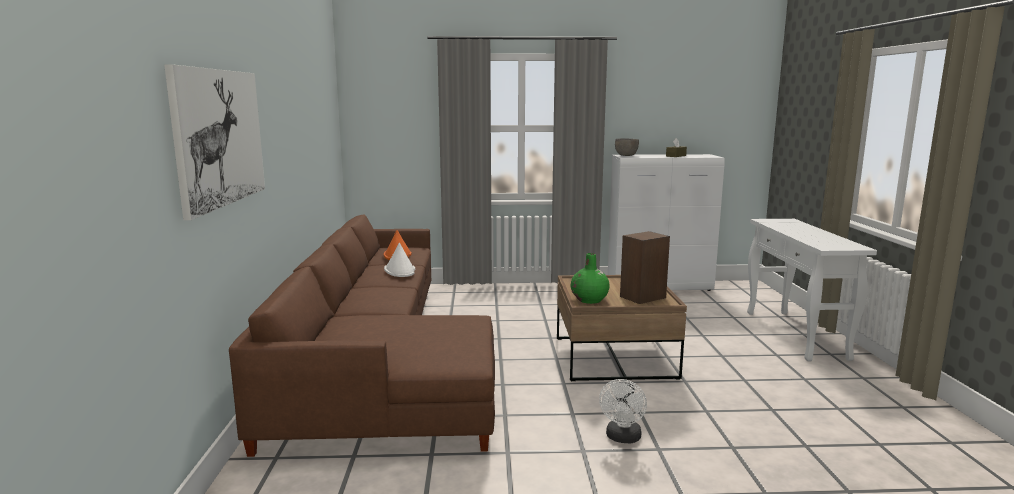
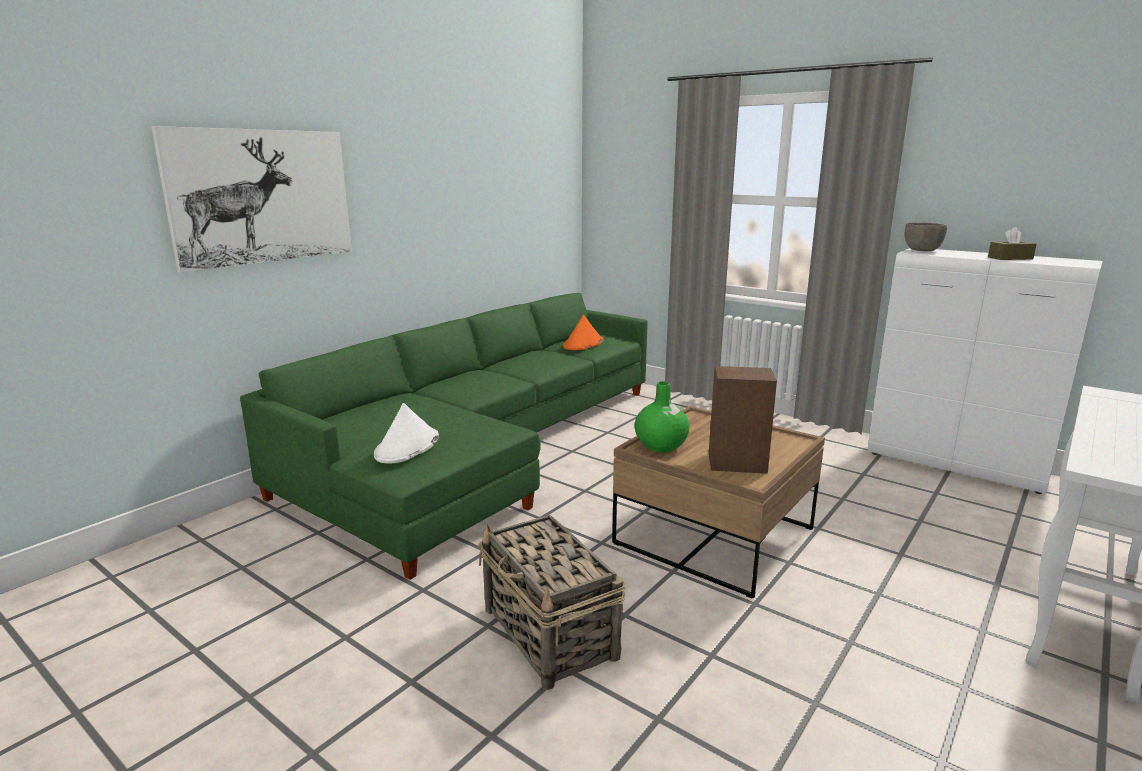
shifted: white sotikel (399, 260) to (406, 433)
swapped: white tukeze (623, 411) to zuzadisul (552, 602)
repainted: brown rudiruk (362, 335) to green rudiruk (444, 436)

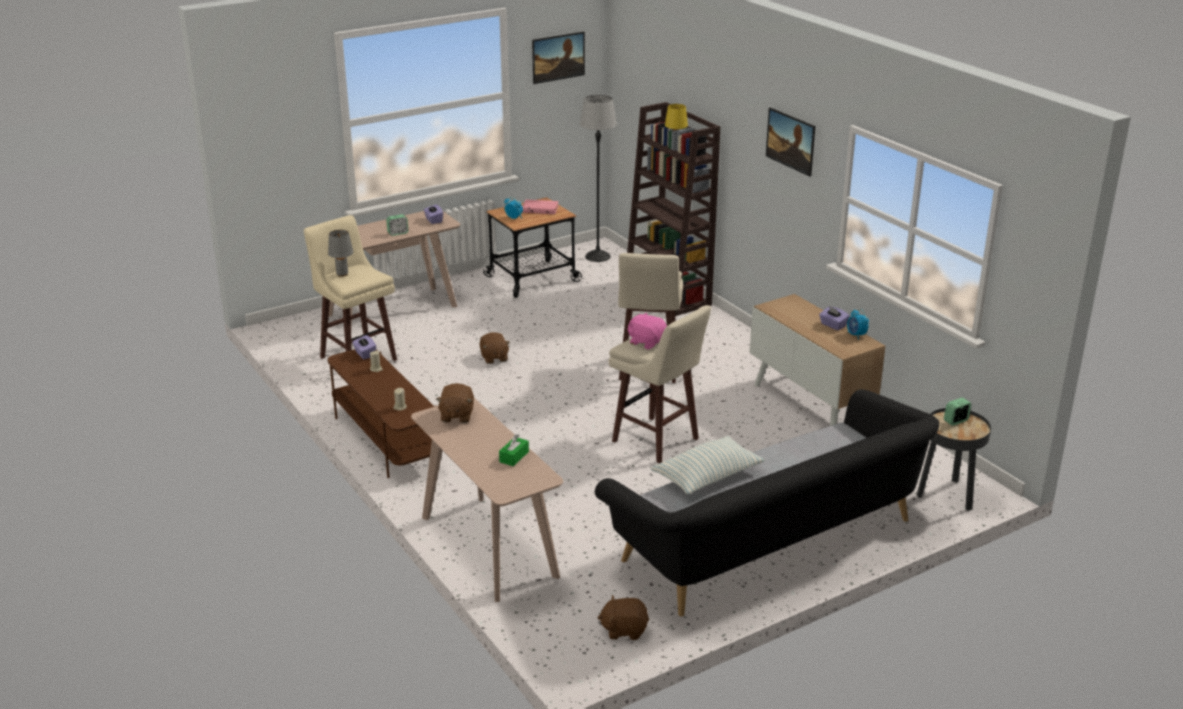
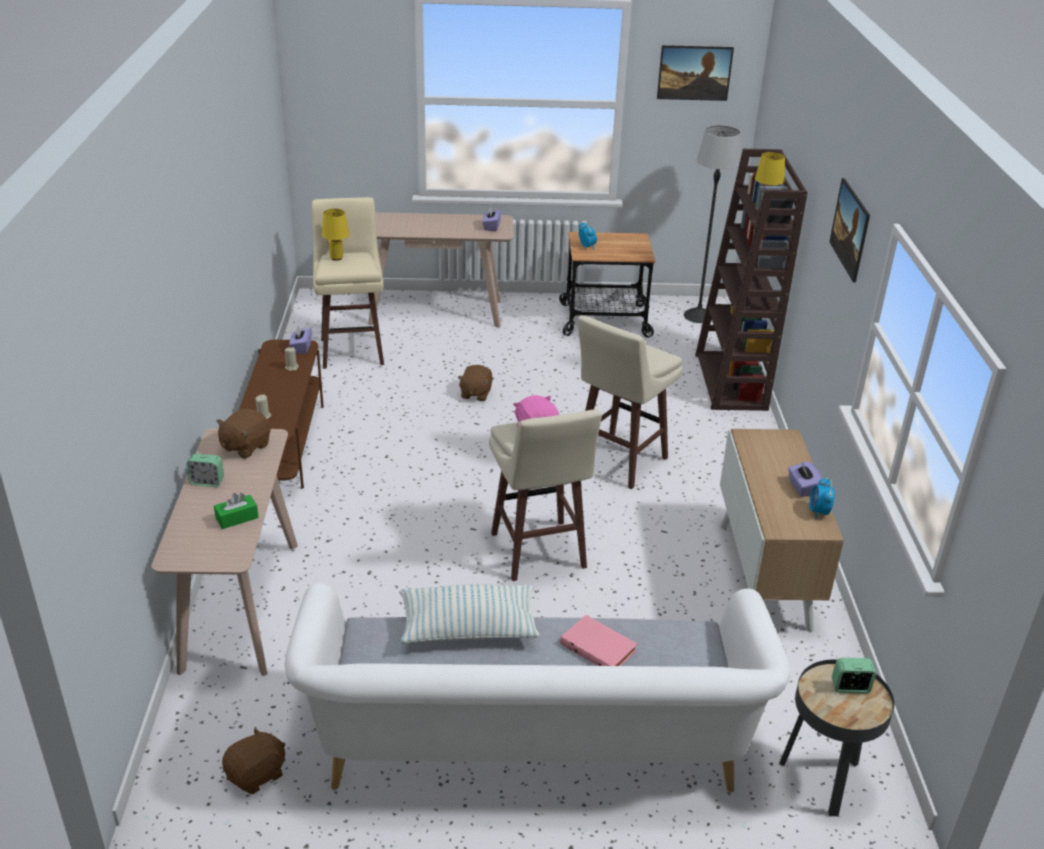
shifted: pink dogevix (540, 206) to (598, 640); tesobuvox (397, 225) to (205, 470)
repainted: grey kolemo (340, 253) to yellow kolemo (335, 235); black rudiruk (767, 503) to white rudiruk (537, 688)
rotated: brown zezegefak (623, 617) = (253, 760) 105 degrees clockwise

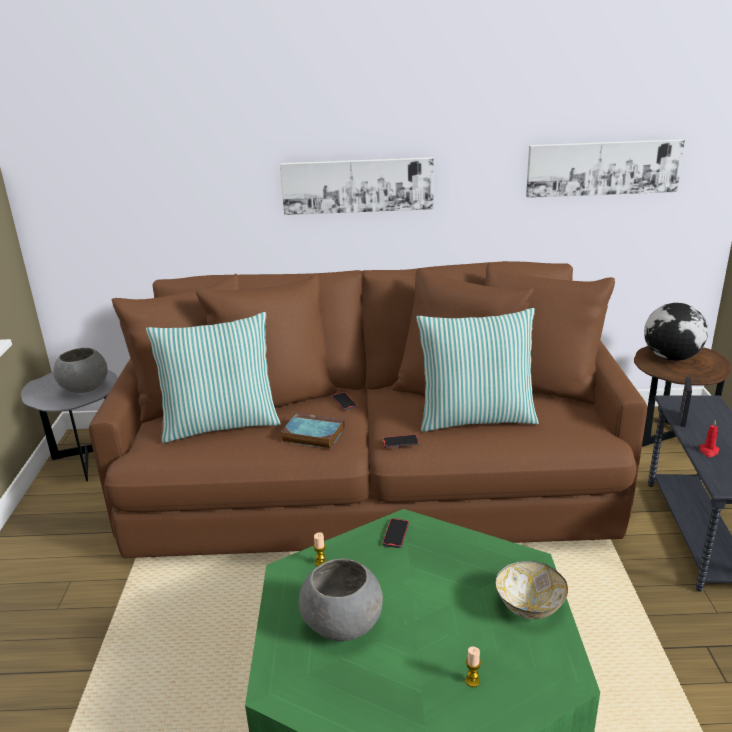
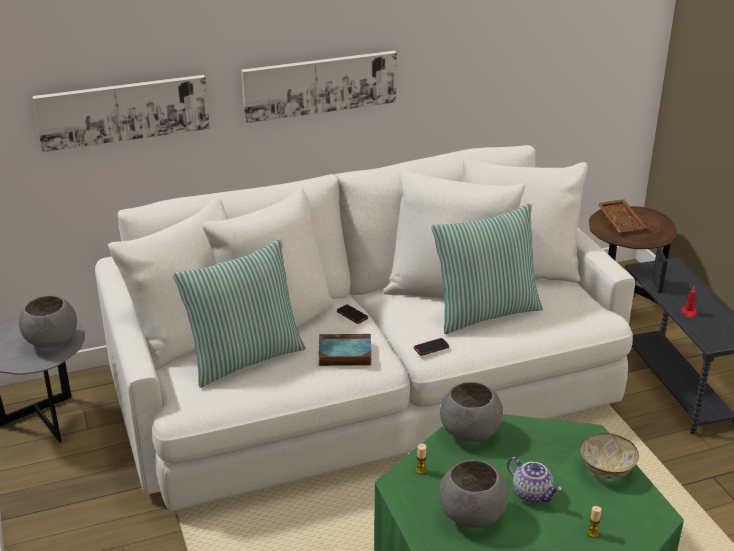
new: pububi (534, 480)
shifted: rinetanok (605, 168) to (121, 113)
swapped: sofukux (676, 332) to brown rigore (622, 216); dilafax (395, 533) to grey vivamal (471, 412)
repainted: brown rudiruk (368, 409) to white rudiruk (365, 328)

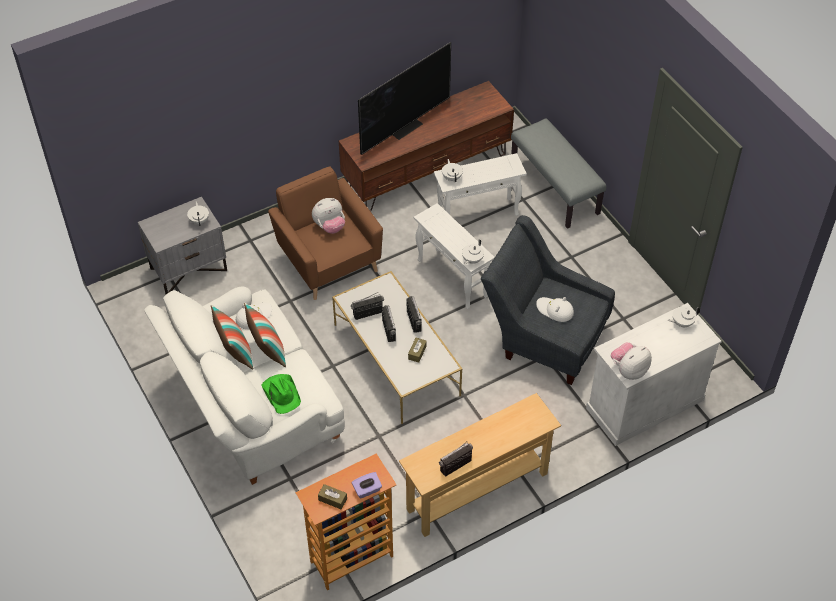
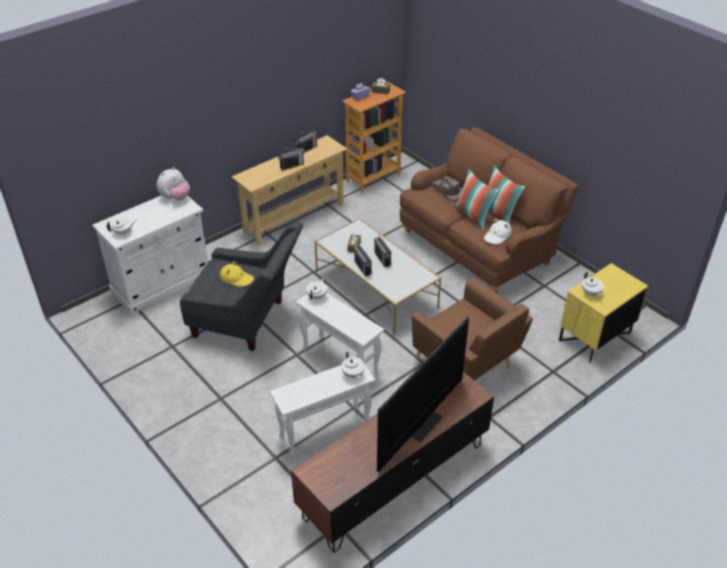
gone: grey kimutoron (559, 173); zezegefak (328, 216)
shifted: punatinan (367, 306) to (291, 158)
repainted: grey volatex (182, 245) to yellow volatex (603, 313); white rudiruk (244, 385) to brown rudiruk (489, 210); white sotikel (555, 309) to yellow sotikel (237, 274); green sotikel (281, 394) to brown sotikel (447, 188)

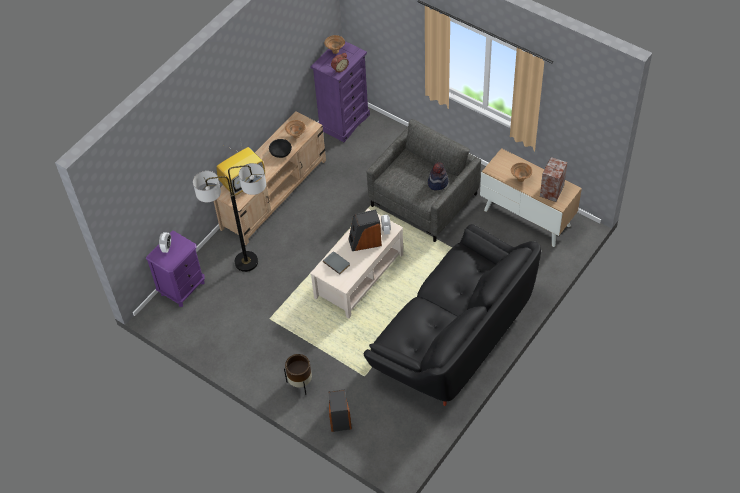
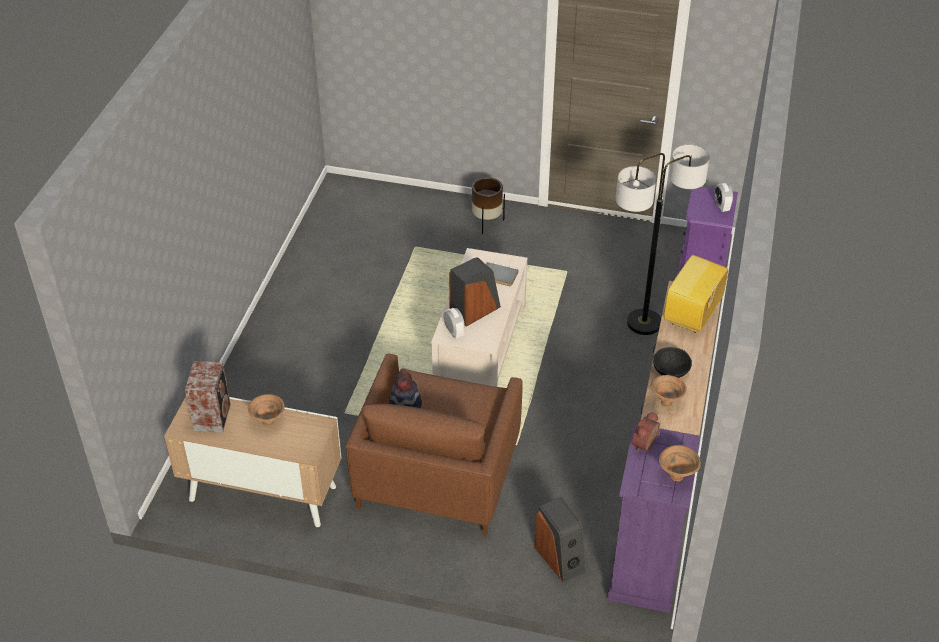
gone: black rudiruk (452, 315)
shifted: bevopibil (340, 410) to (559, 539)
repainted: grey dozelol (424, 180) to brown dozelol (434, 445)

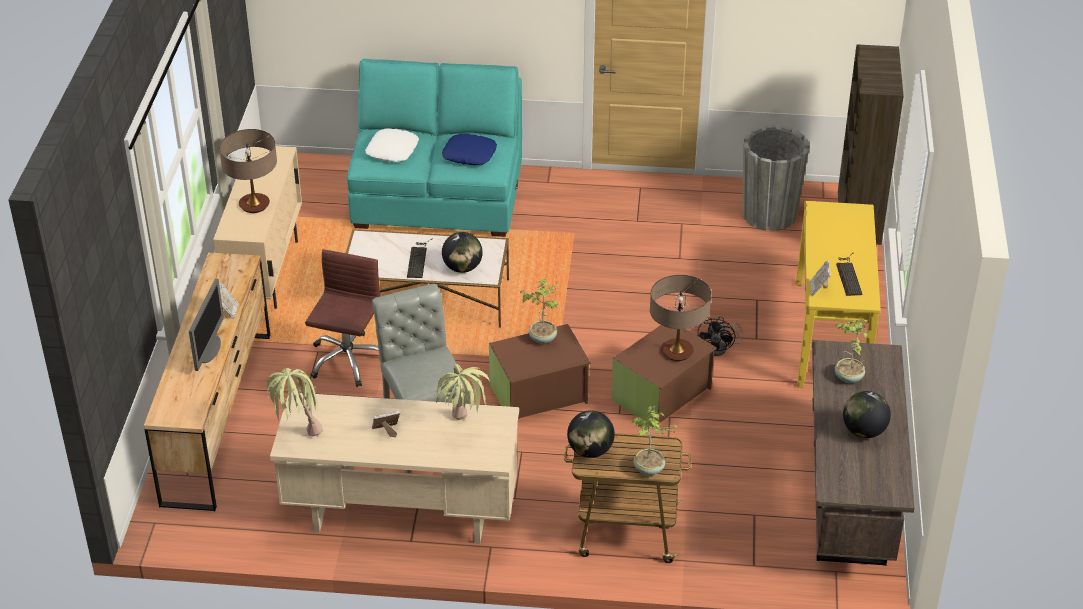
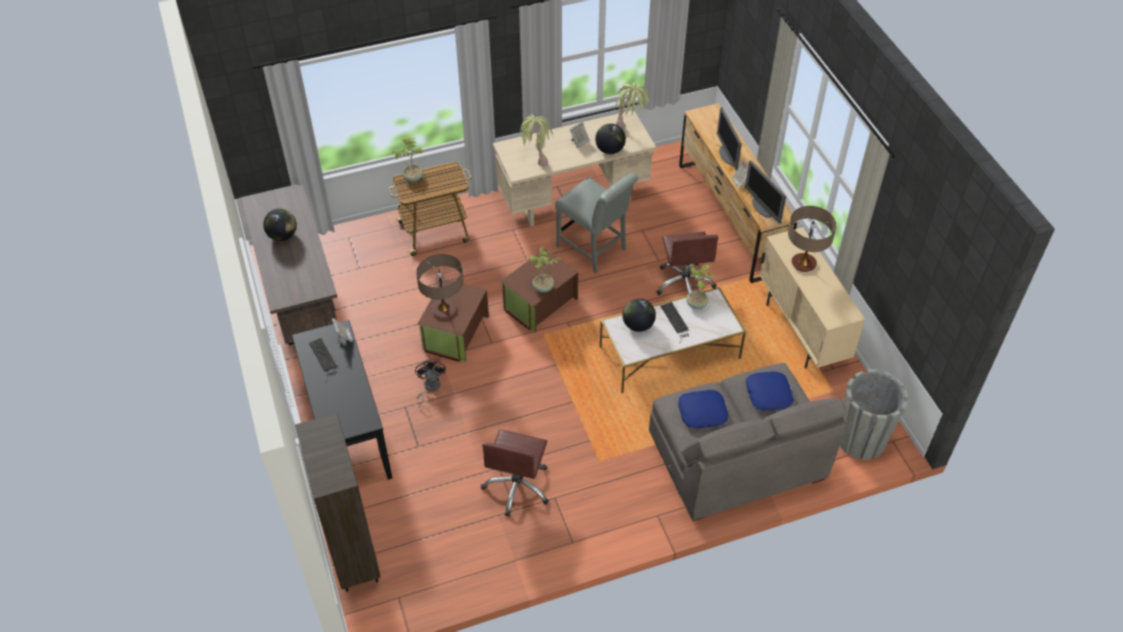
new: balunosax (765, 192); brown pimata (515, 473)
shifted: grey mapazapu (776, 178) to (874, 414); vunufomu (851, 351) to (701, 286); sofukux (591, 434) to (610, 139)
repainted: turquoise rudiruk (434, 148) to grey rudiruk (747, 442); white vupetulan (392, 145) to blue vupetulan (770, 391); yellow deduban (838, 294) to black deduban (342, 400)

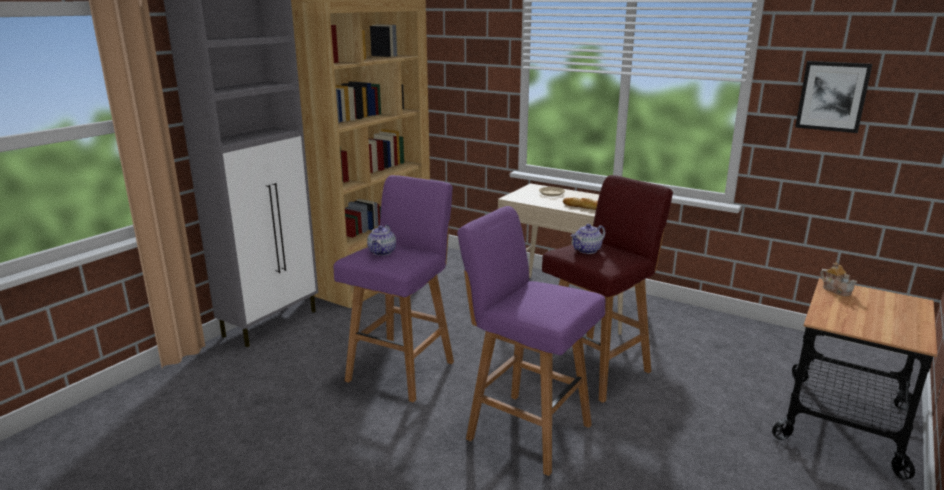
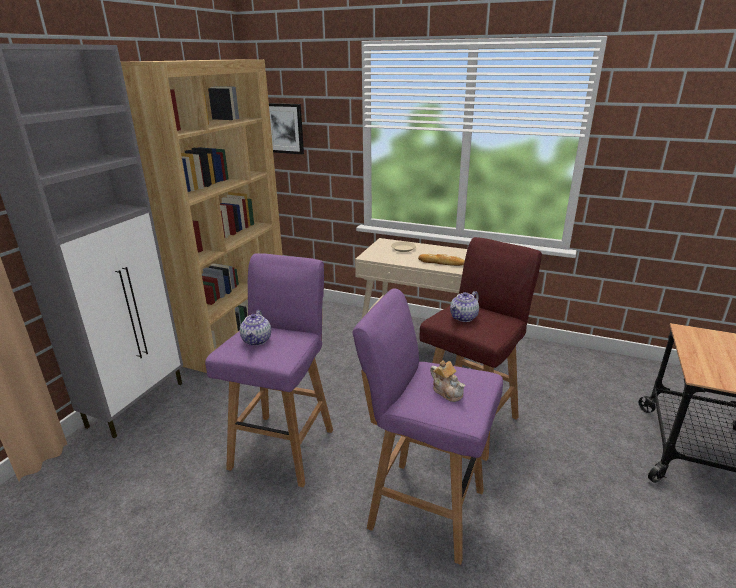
shifted: rinetanok (833, 97) to (286, 128); pububi (838, 279) to (447, 381)

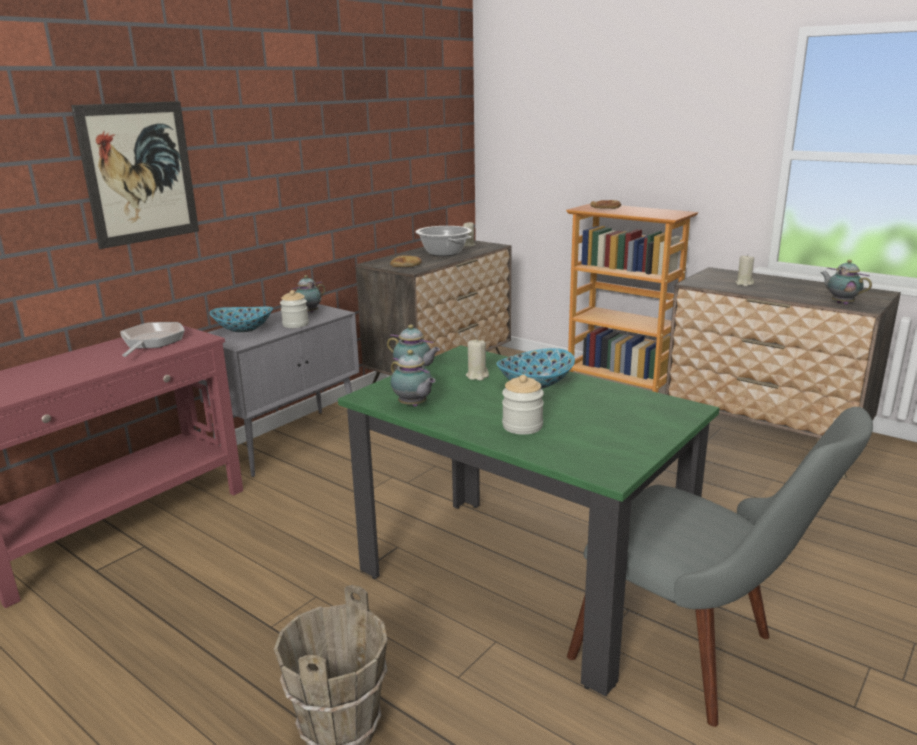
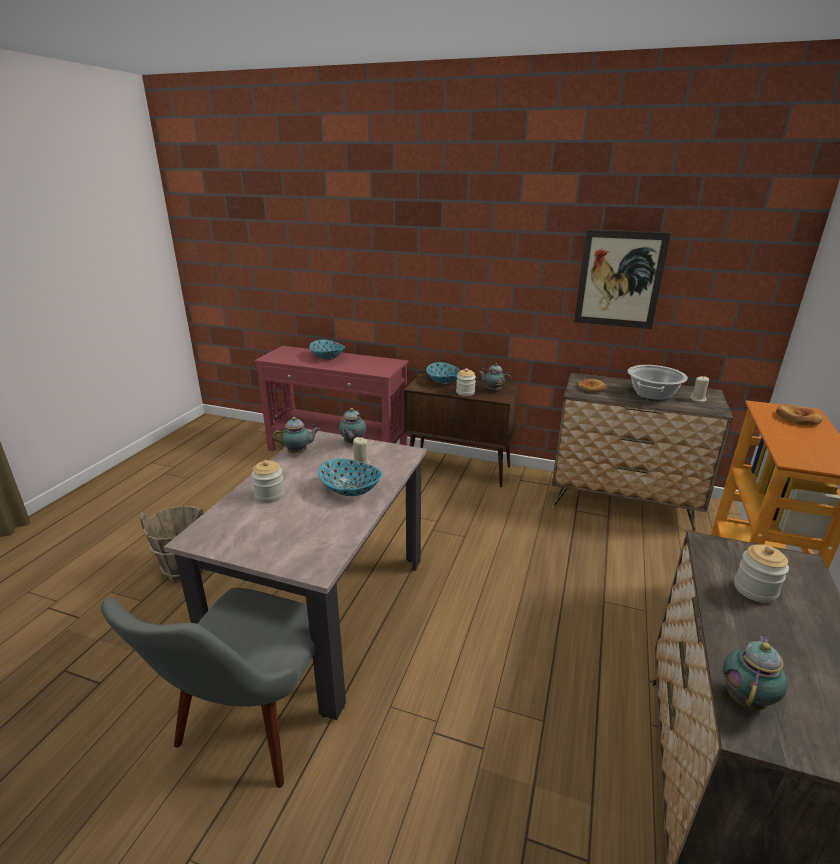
gone: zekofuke (152, 339)
new: vivamal (327, 350)
shifted: rinetanok (135, 175) to (622, 279)
swapped: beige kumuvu (744, 270) to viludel (761, 574)
repainted: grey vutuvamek (278, 390) to brown vutuvamek (462, 430); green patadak (528, 520) to beige patadak (295, 574)
rotated: pububi (413, 378) = (296, 435) 135 degrees counterclockwise

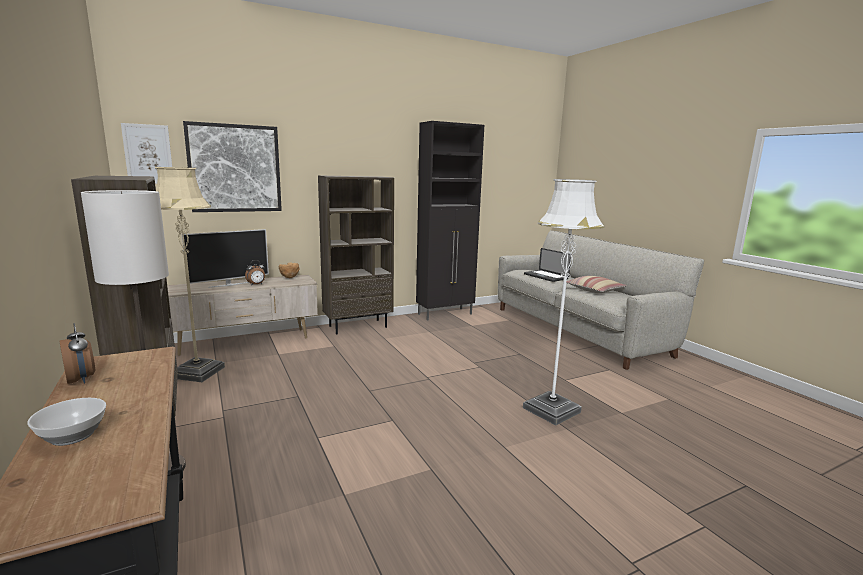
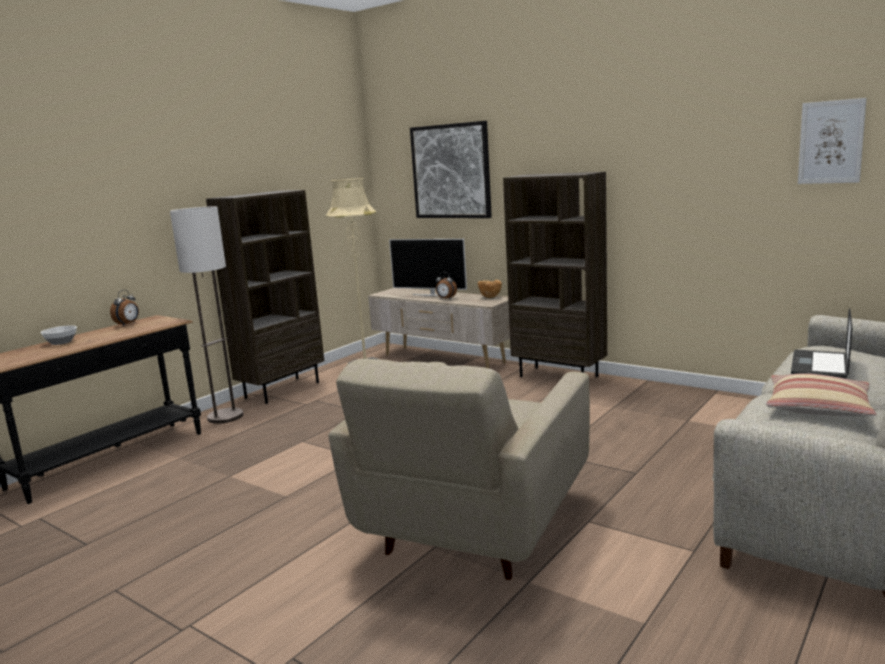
gone: black vutuvamek (450, 221)
shifted: rinetanok (146, 153) to (832, 141)
swapped: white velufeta (563, 302) to beige dozelol (459, 469)

